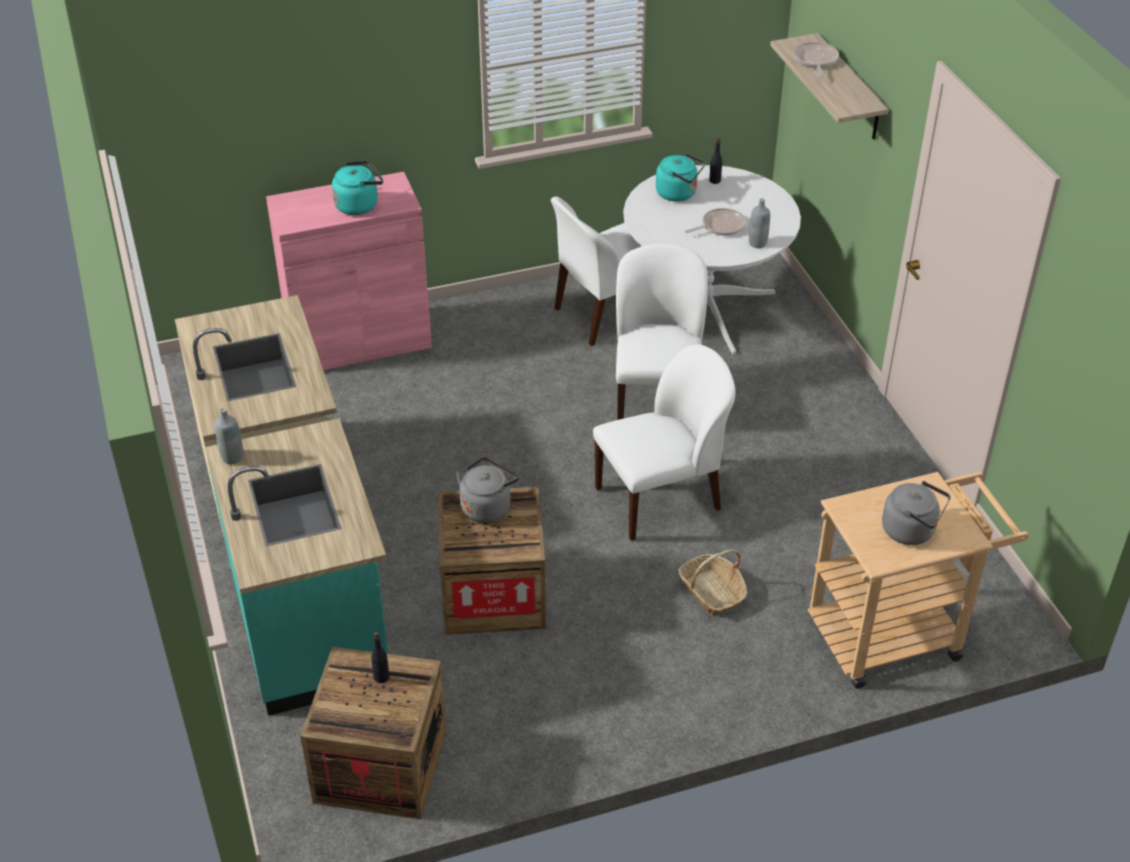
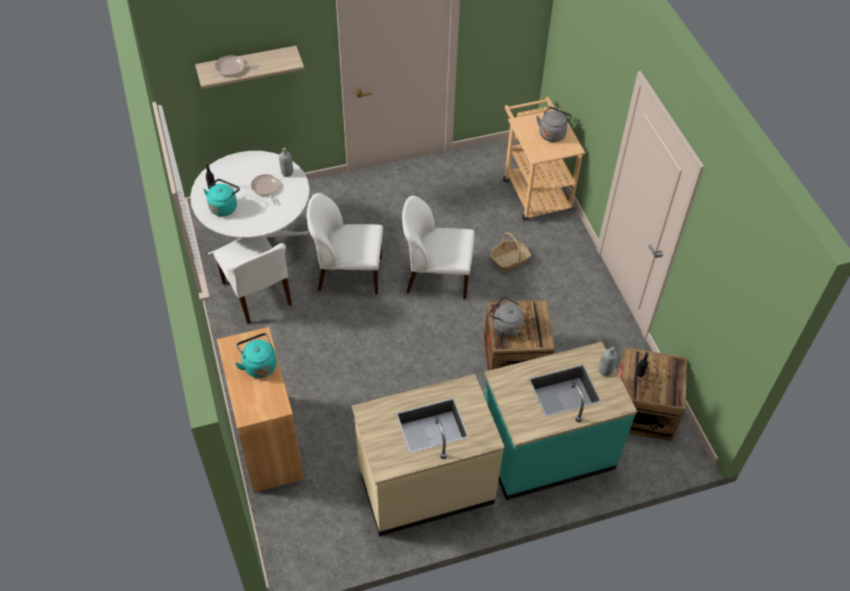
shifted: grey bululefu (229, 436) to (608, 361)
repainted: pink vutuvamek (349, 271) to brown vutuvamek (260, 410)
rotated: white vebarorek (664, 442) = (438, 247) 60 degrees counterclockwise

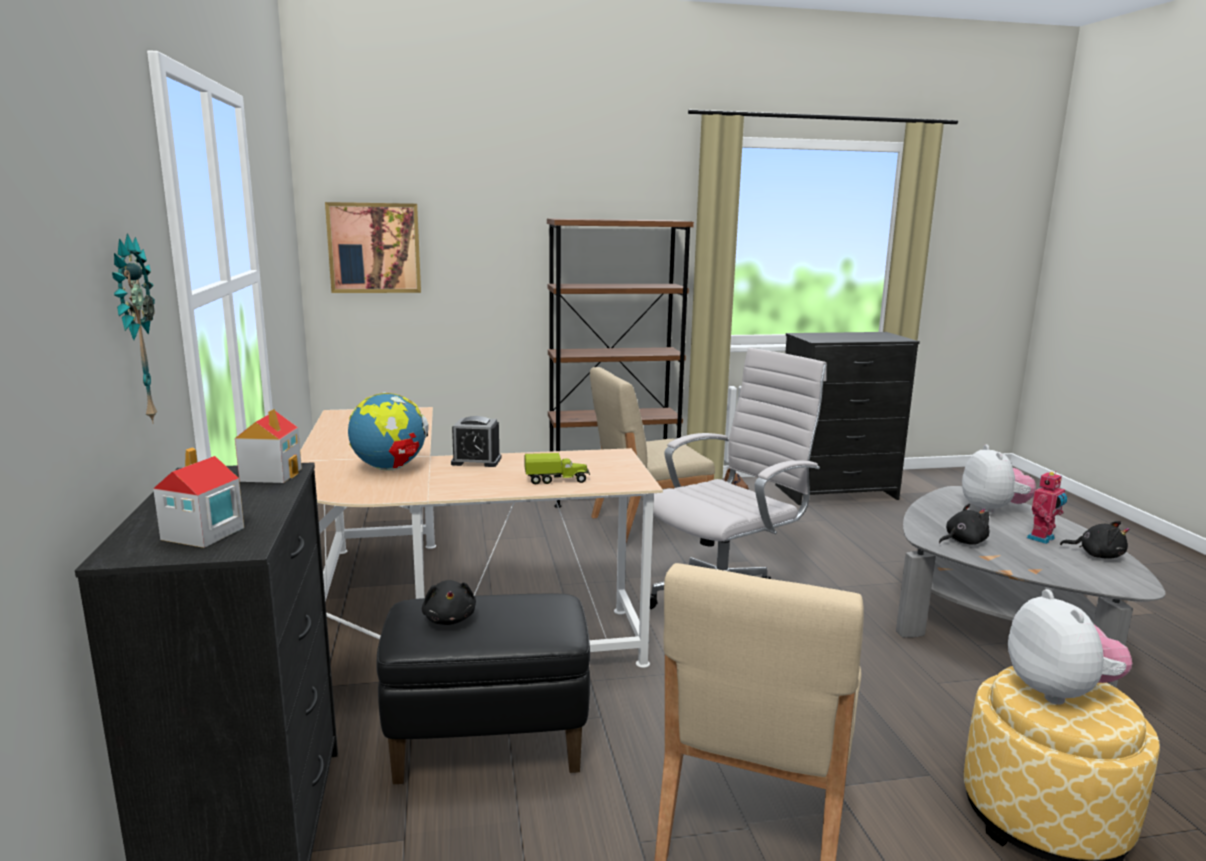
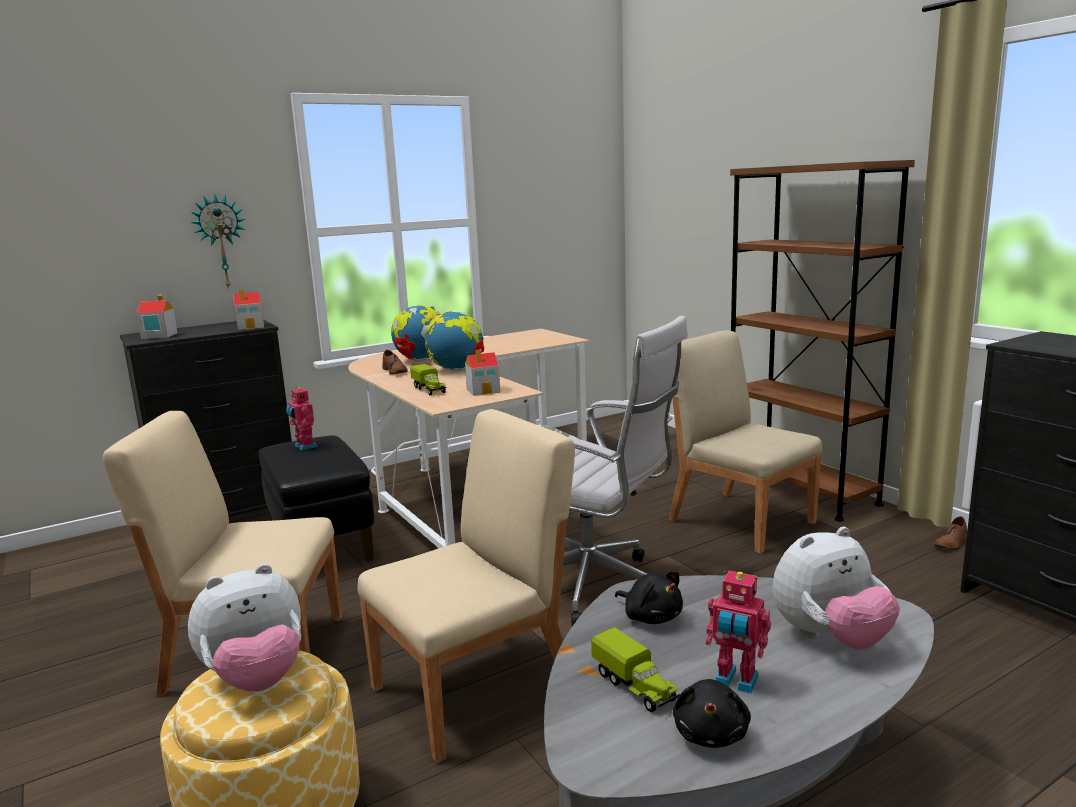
gone: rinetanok (373, 247)
new: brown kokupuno (395, 362); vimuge (482, 373); beige vebarorek (466, 586); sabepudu (635, 669)
swapped: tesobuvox (476, 441) to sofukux (454, 341); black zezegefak (449, 602) to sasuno (302, 419)

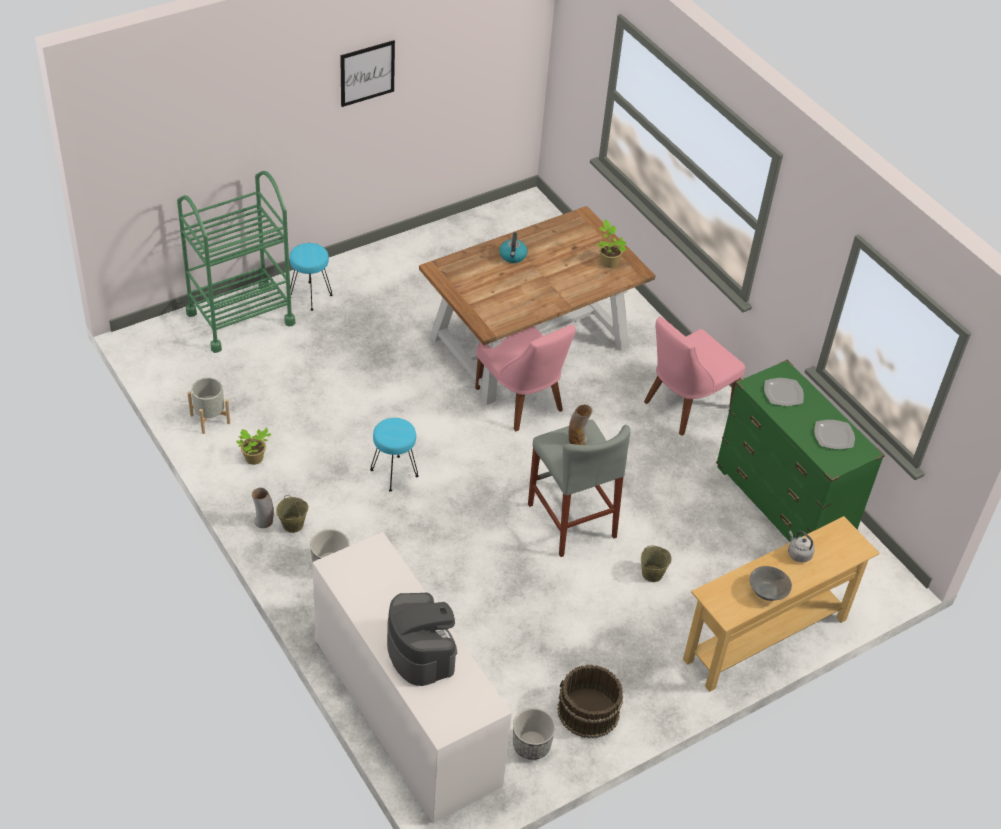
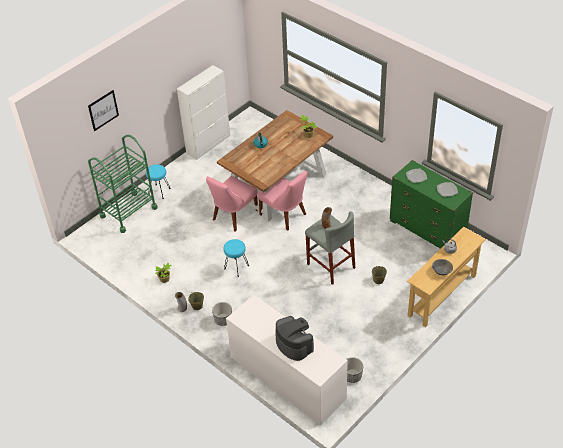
gone: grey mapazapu (208, 405); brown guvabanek (590, 701)
new: white vutuvamek (203, 112)
shifted: rinetanok (367, 73) to (103, 110); pink vebarorek (694, 376) to (232, 204)

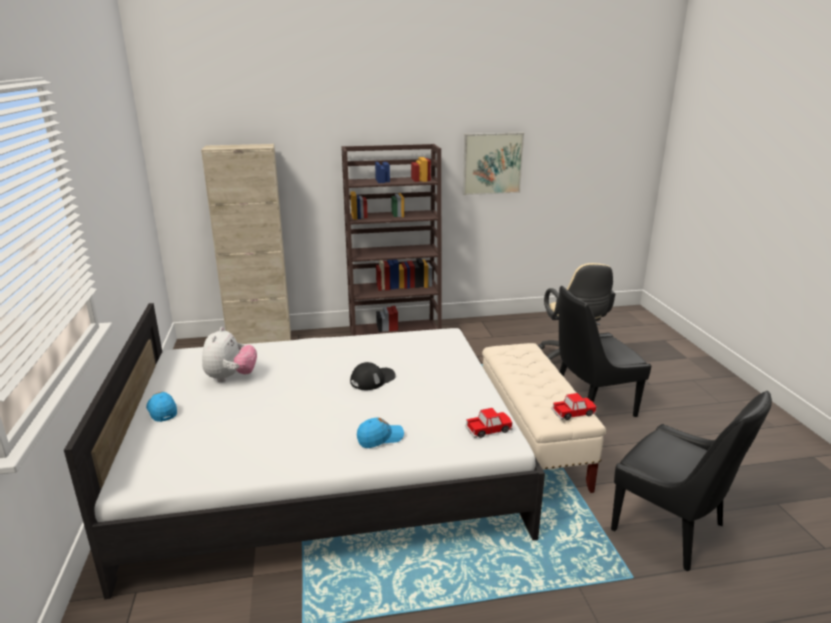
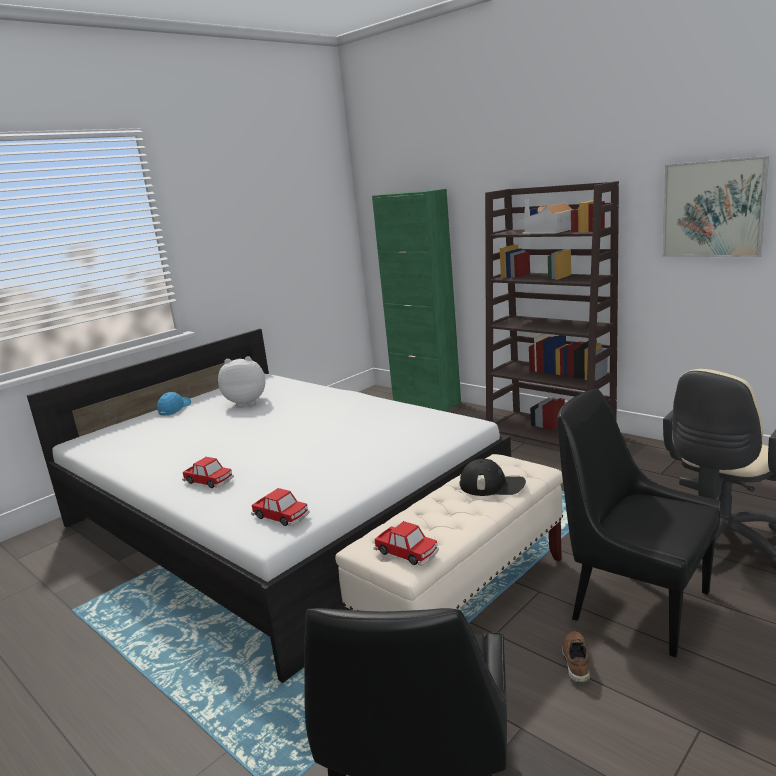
new: vimuge (547, 217); brown kokupuno (576, 657)
shifted: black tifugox (373, 376) to (492, 477)
swapped: blue tifugox (380, 433) to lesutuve (208, 472)
repainted: beige vutuvamek (246, 244) to green vutuvamek (416, 300)
rotated: zezegefak (229, 354) = (241, 381) 150 degrees counterclockwise

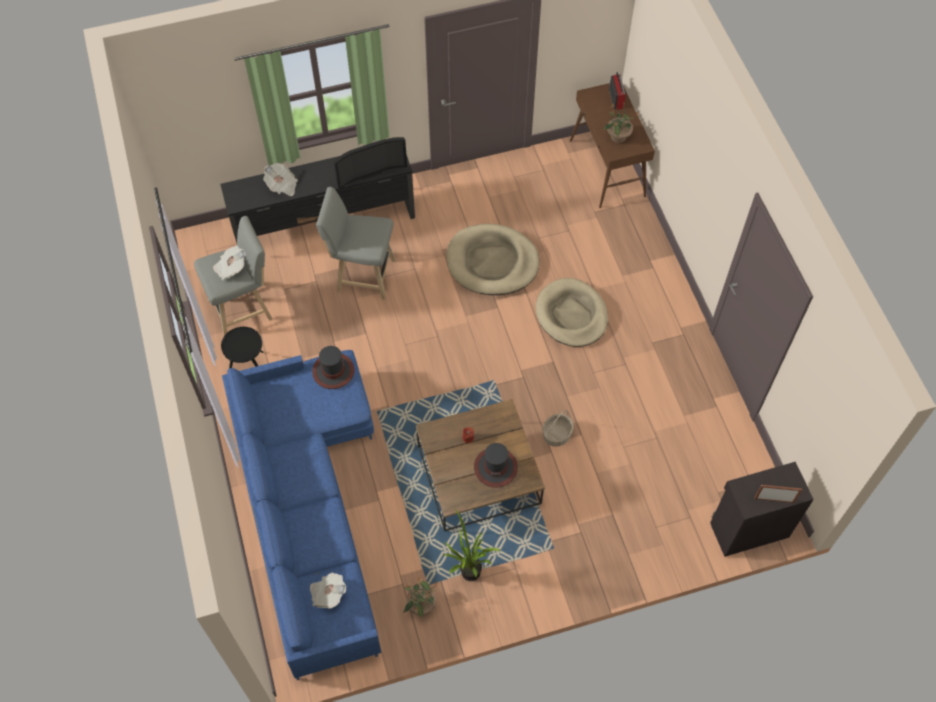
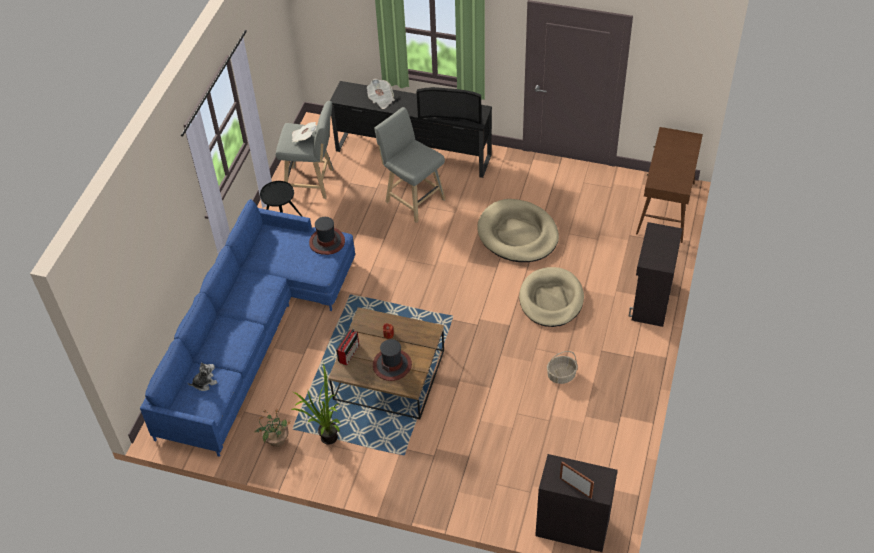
gone: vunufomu (620, 122)
new: black vutuvamek (655, 274)
shifted: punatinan (617, 91) to (347, 347); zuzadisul (558, 428) to (562, 367)
swapped: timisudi (328, 590) to zezegefak (203, 376)

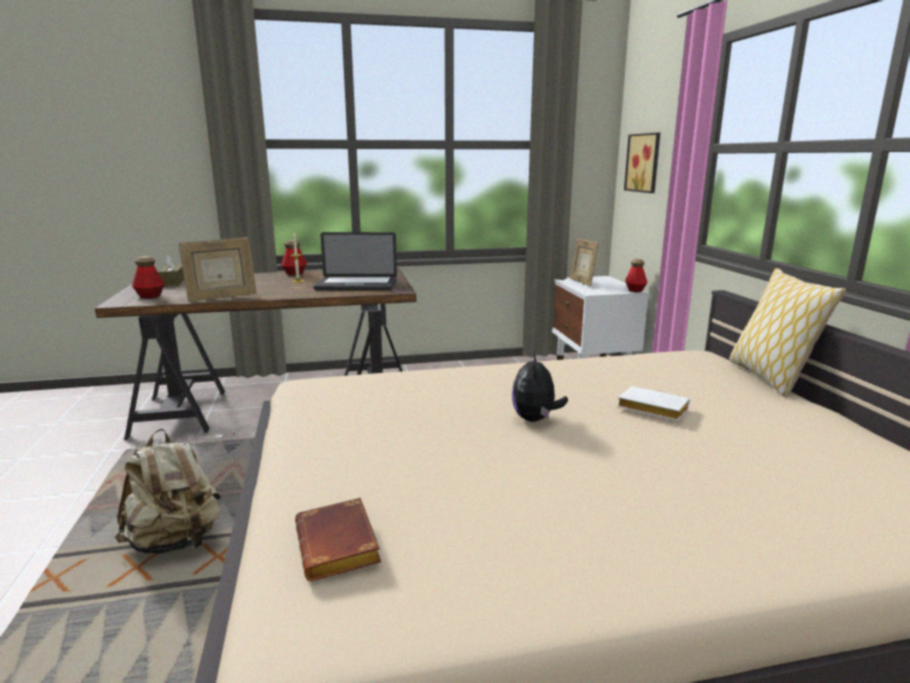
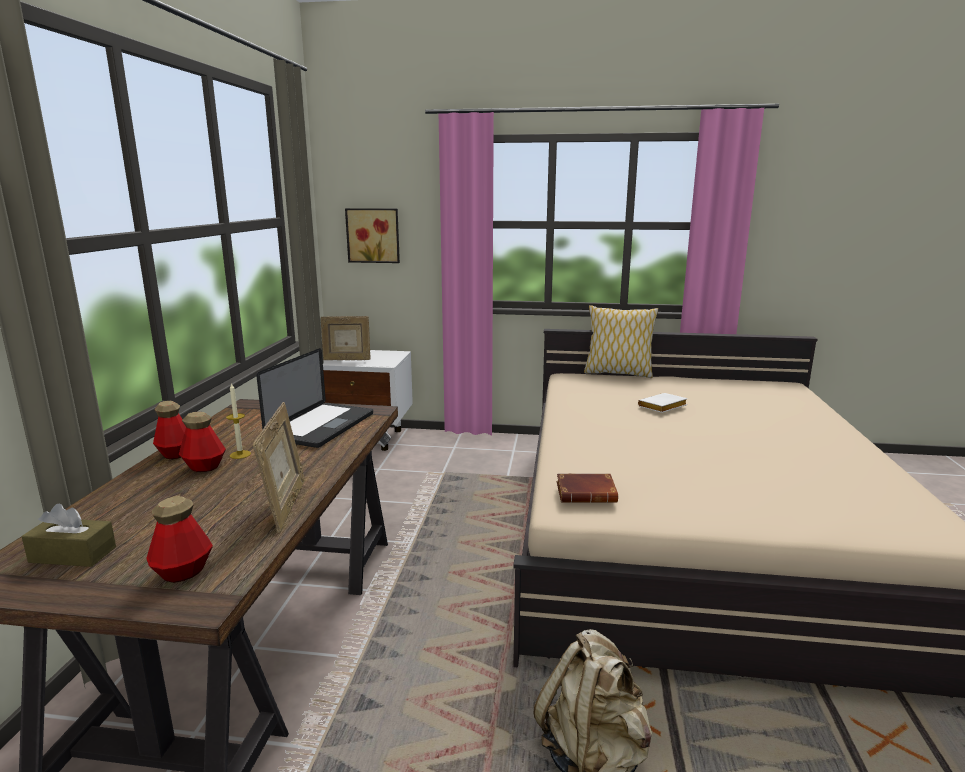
gone: zezegefak (540, 387)
shifted: bululefu (636, 275) to (202, 442); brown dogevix (338, 539) to (587, 488)

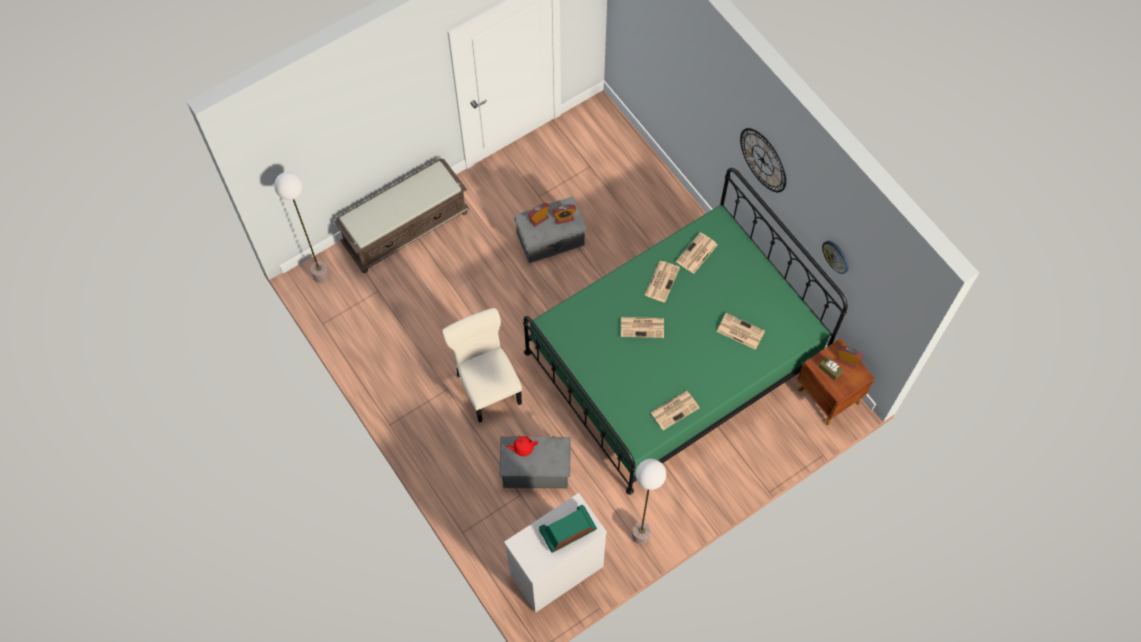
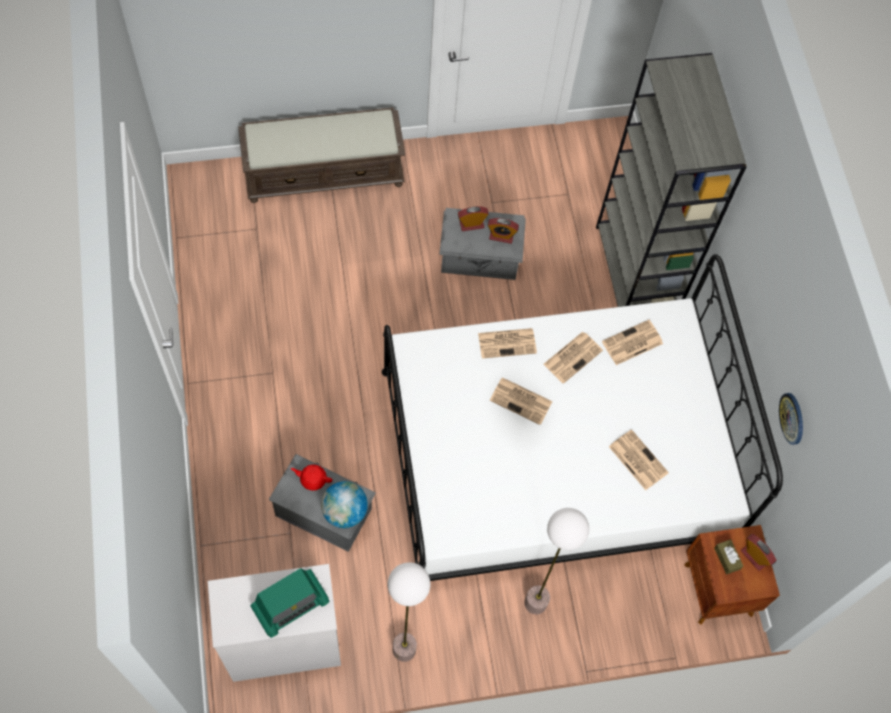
gone: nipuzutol (763, 160); beige vebarorek (482, 365)
new: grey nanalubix (671, 180); sofukux (344, 504)
shifted: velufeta (302, 227) to (556, 561); timisudi (674, 410) to (507, 343)
repainted: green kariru (685, 331) to white kariru (582, 417)
rotated: punatinan (568, 529) = (290, 603) 150 degrees clockwise

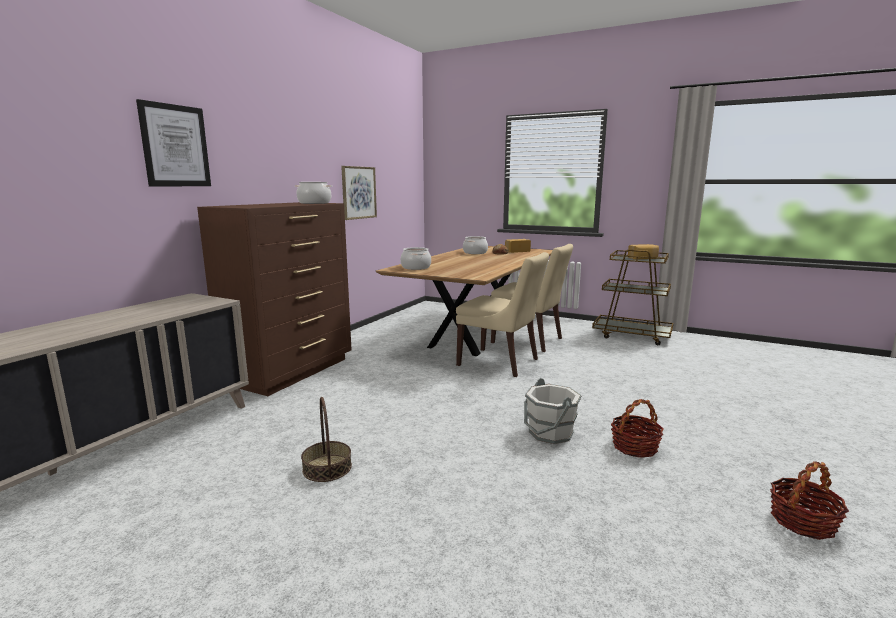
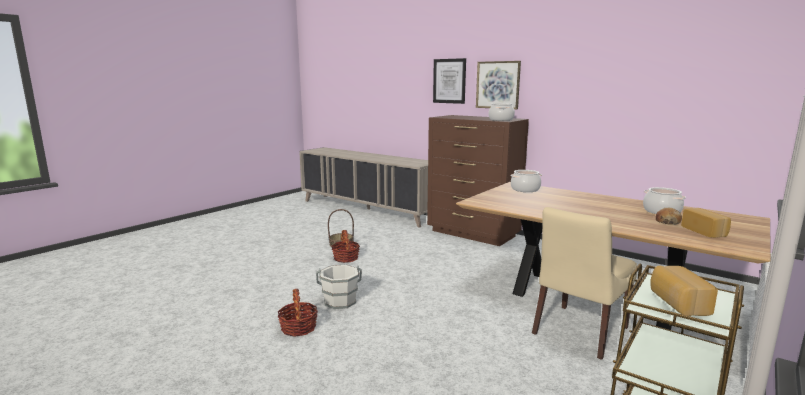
gone: beige vebarorek (502, 314)
shifted: rinetanok (359, 193) to (498, 85); zuzadisul (809, 500) to (346, 246)

